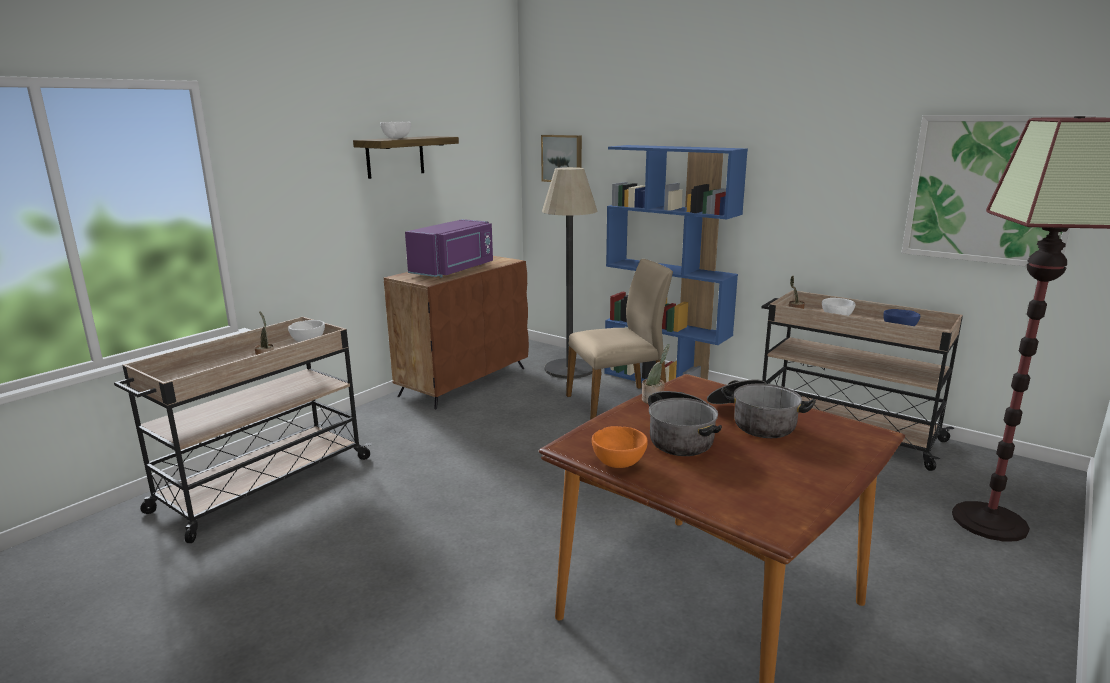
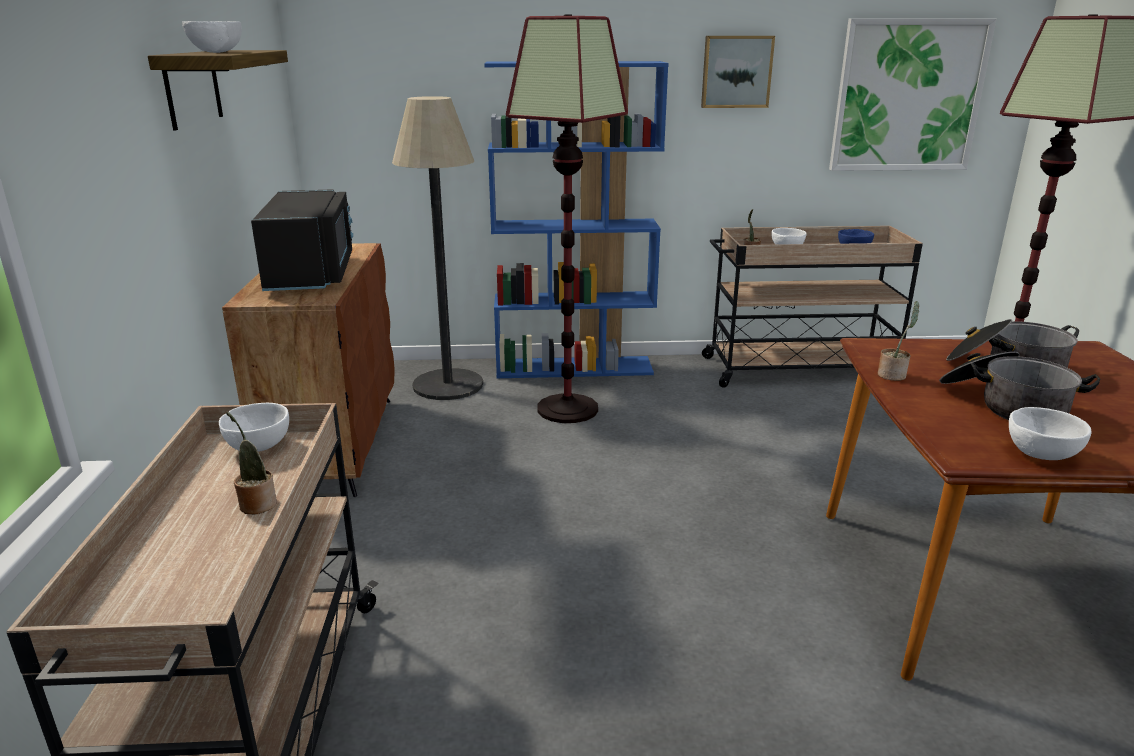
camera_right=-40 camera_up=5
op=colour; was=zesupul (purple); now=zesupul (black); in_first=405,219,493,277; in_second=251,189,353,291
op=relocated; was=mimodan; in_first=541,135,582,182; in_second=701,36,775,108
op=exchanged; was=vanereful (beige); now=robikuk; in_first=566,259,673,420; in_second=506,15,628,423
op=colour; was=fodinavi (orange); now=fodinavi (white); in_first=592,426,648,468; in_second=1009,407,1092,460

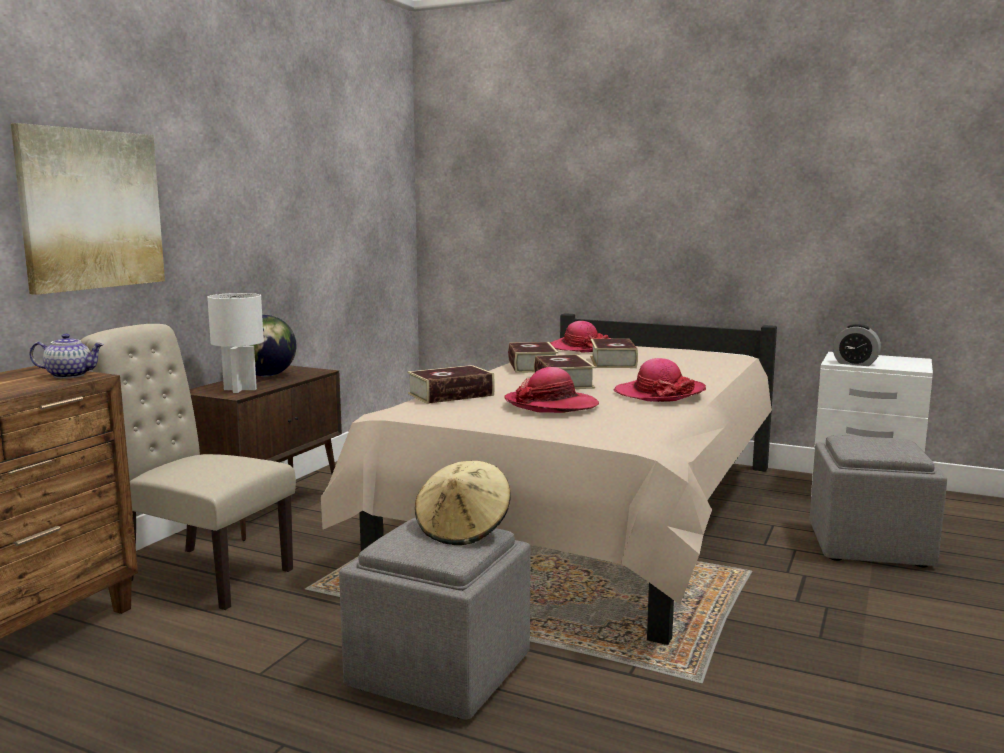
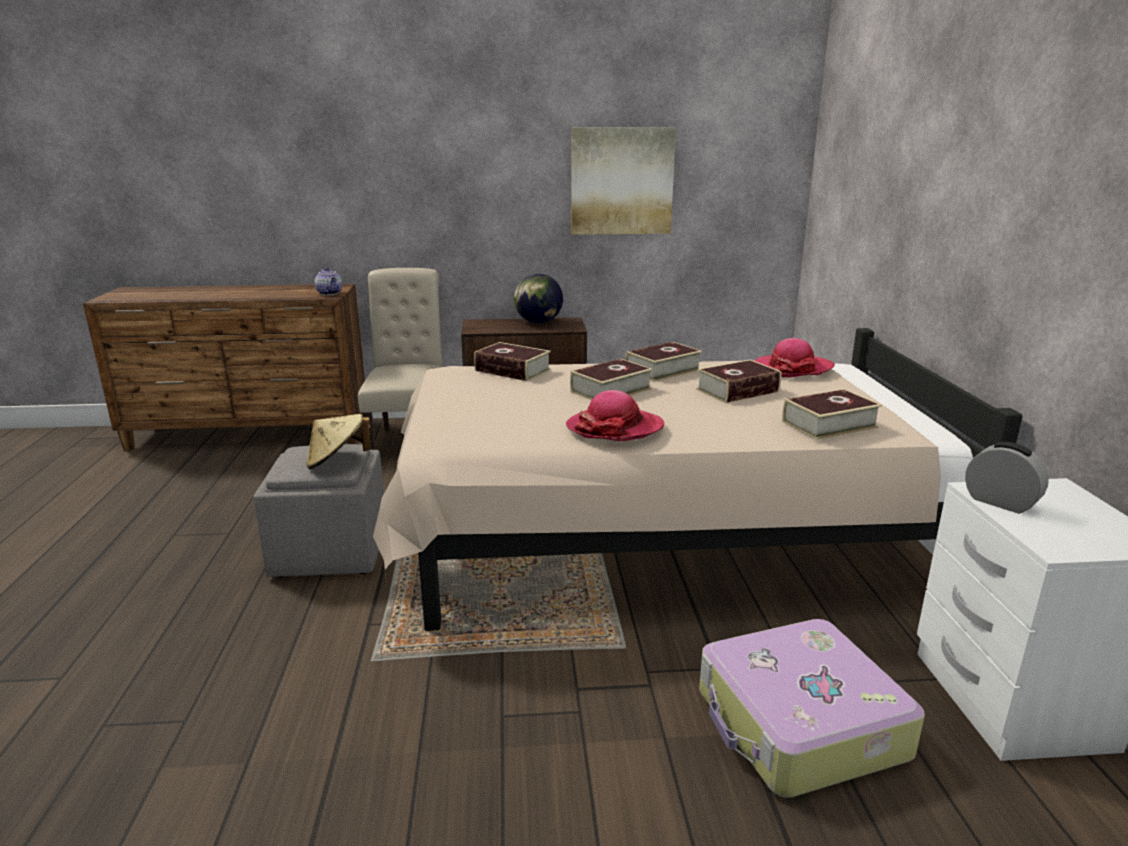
camera_right=60 camera_up=10
op=relocated; was=mimodan; in_first=11,123,165,295; in_second=571,127,676,235
op=missing; was=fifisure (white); in_first=207,293,264,393
op=missing; was=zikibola; in_first=504,367,599,413
op=exchanged; was=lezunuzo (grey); now=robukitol; in_first=810,436,947,567; in_second=699,619,925,798
op=spun; was=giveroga; in_first=833,324,881,366; in_second=965,442,1049,514; clockwise=135
op=appeared; now=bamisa; in_second=782,389,882,440

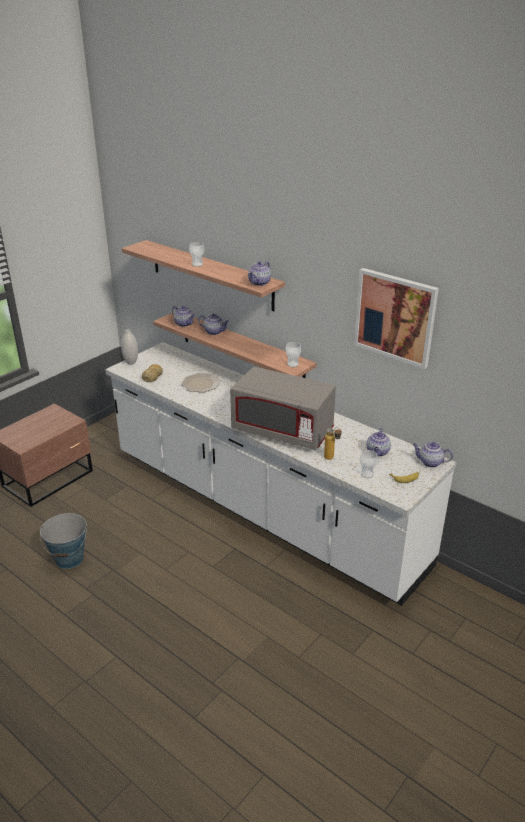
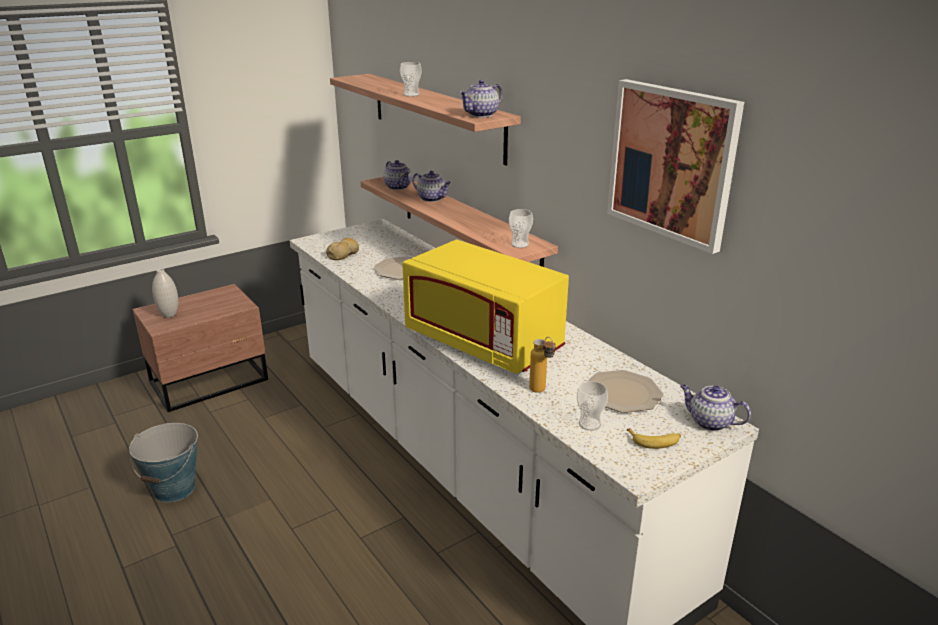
camera_right=15 camera_up=-5
op=relocated; was=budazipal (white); in_first=121,329,138,365; in_second=152,268,178,318
op=colour; was=zesupul (grey); now=zesupul (yellow); in_first=230,367,336,450; in_second=402,240,569,374
op=exchanged; was=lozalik; now=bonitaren; in_first=366,428,391,456; in_second=588,370,663,413

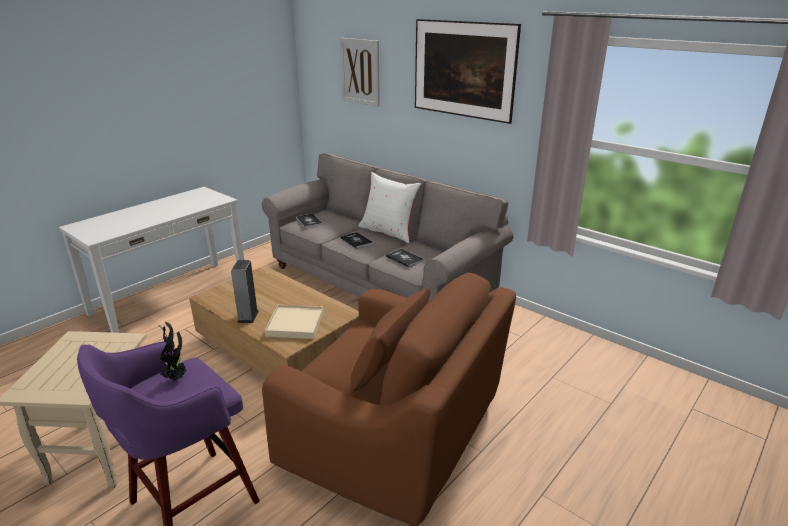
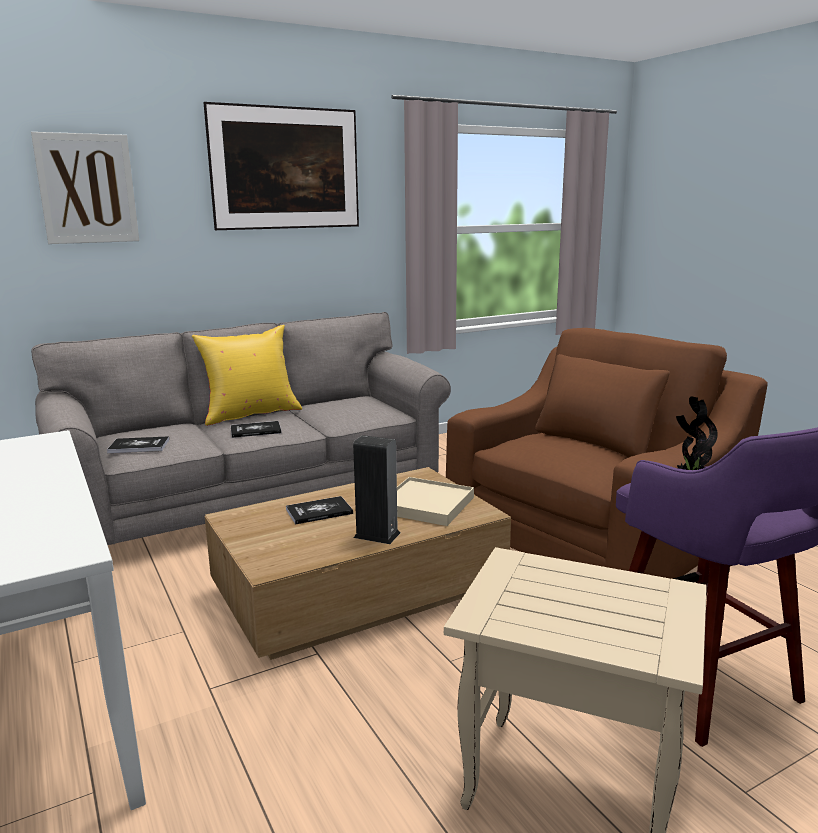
camera_right=-70 camera_up=-10
op=colour; was=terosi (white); now=terosi (yellow); in_first=359,172,421,243; in_second=192,325,302,426
op=relocated; was=bamisa; in_first=386,249,424,268; in_second=286,496,353,525

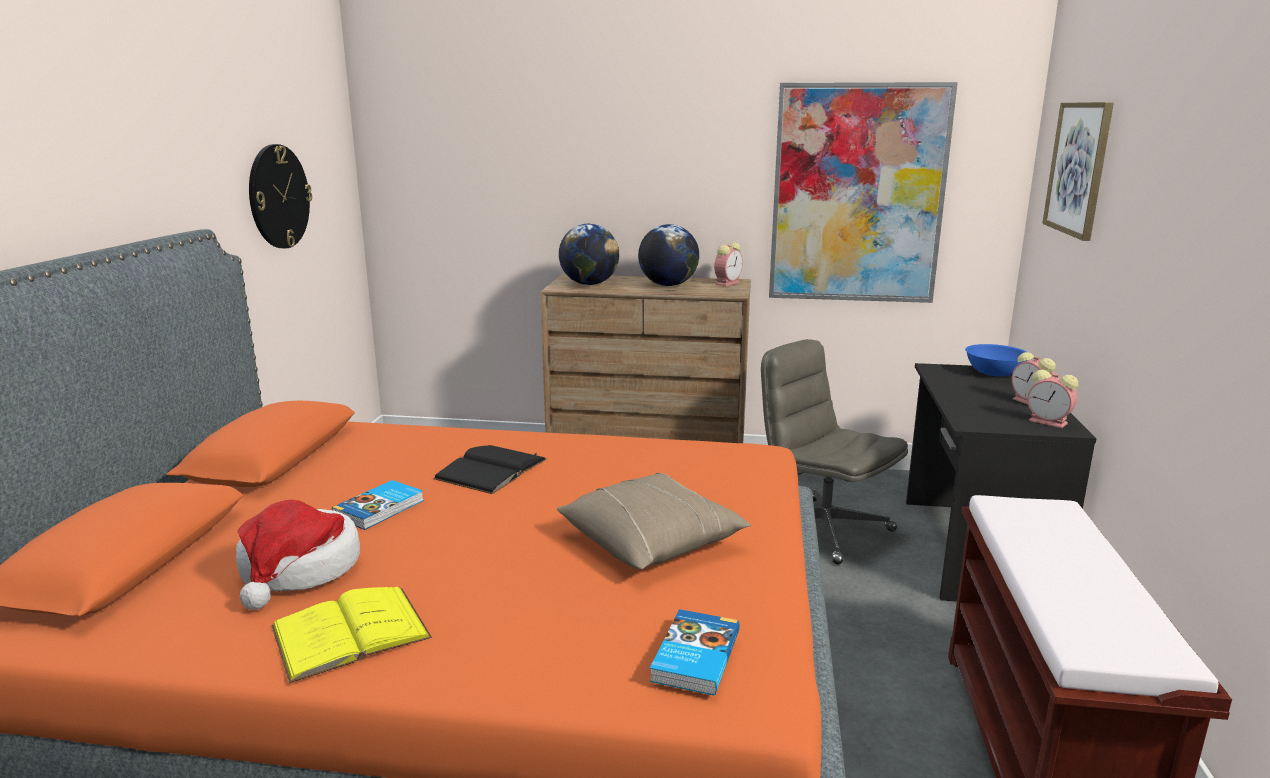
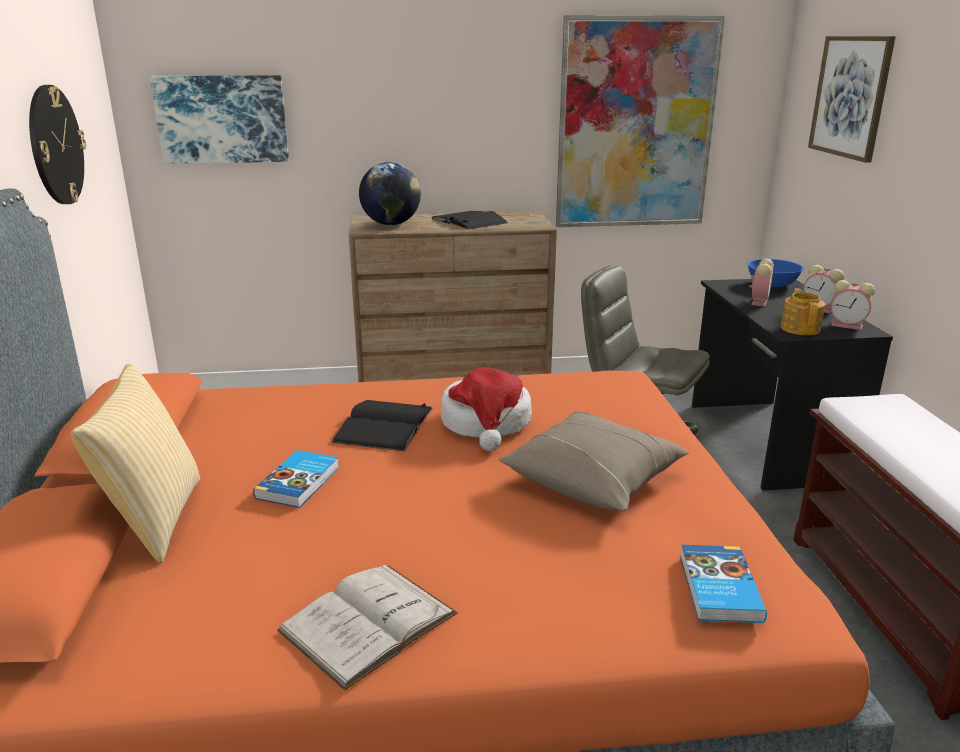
camera_right=-15 camera_up=5
op=relocated; was=zikibola; in_first=236,500,360,610; in_second=441,367,532,451
op=colour; was=bamisa (yellow); now=bamisa (white); in_first=271,587,432,683; in_second=277,565,458,690
op=exchanged; was=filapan; now=bamisa (black); in_first=638,224,699,286; in_second=431,211,508,230
op=relocated; was=giveroga; in_first=714,243,743,286; in_second=750,259,774,307
op=appeared; now=terosi; in_second=71,364,200,563
op=appeared; now=mimodan; in_second=150,75,289,164
op=appeared; now=lozalik; in_second=780,288,825,335

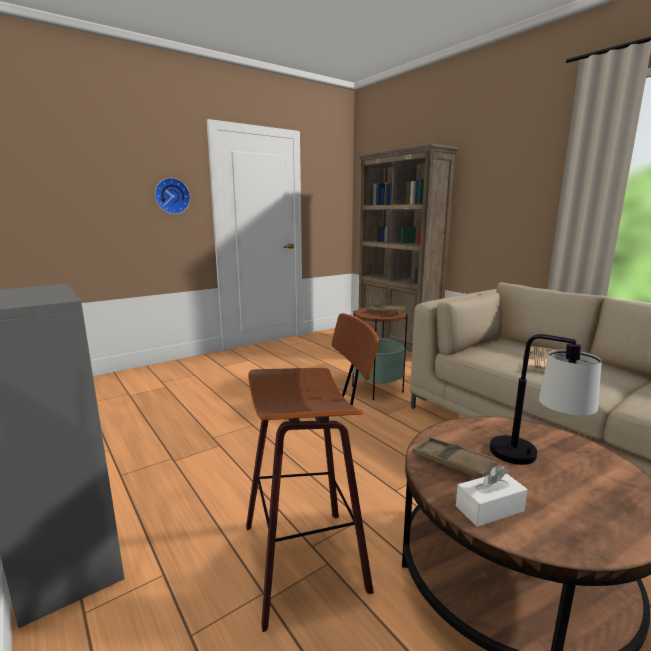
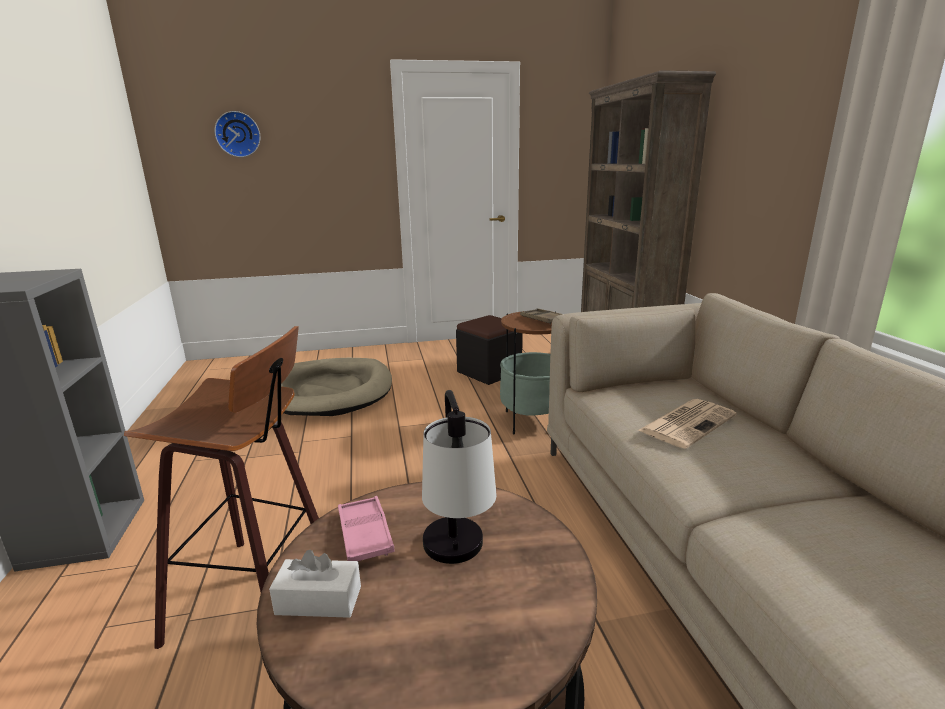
camera_right=25 camera_up=5
op=relocated; was=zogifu; in_first=155,178,190,214; in_second=214,111,260,157
op=colour; was=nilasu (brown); now=nilasu (pink); in_first=413,437,498,479; in_second=338,496,395,561
op=appeared; now=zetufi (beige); in_second=281,358,392,416
op=appeared; now=lezunuzo (black); in_second=456,315,523,385

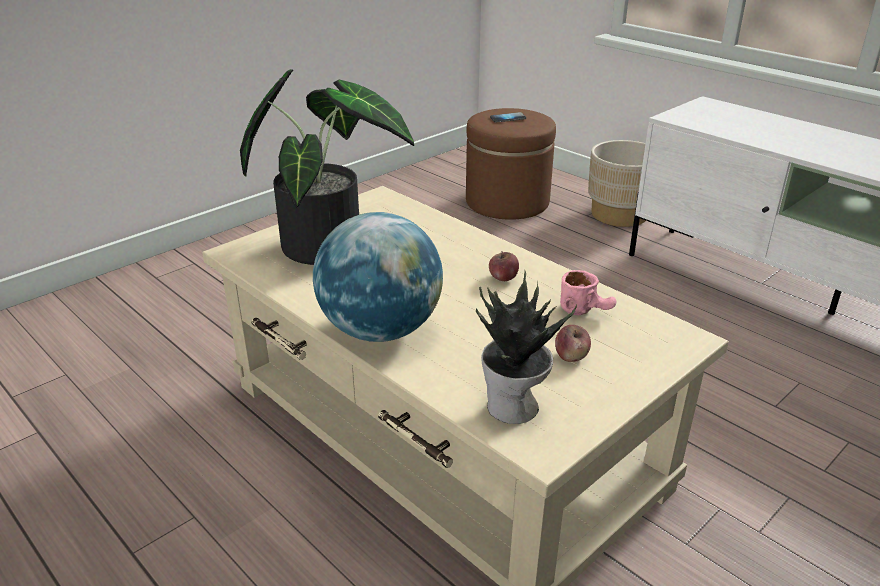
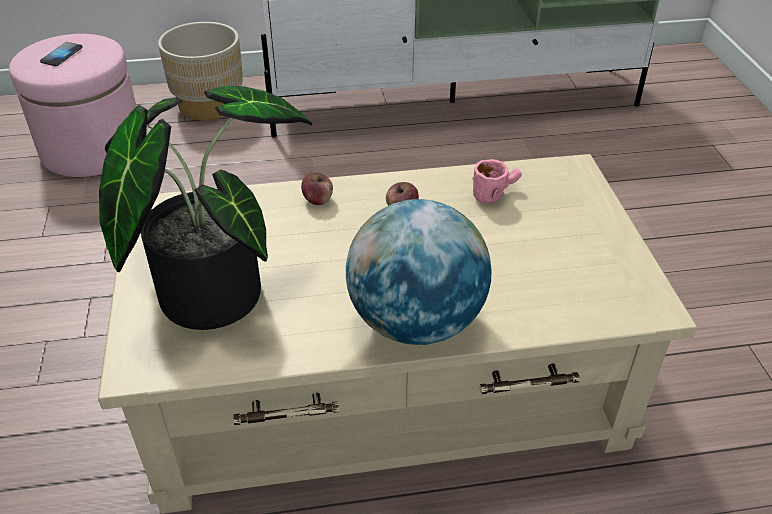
camera_right=-55 camera_up=10
op=colour; was=lezunuzo (brown); now=lezunuzo (pink); in_first=466,108,556,220; in_second=9,34,136,177
op=missing; was=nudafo; in_first=476,270,577,424
op=relocated; was=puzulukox; in_first=555,325,591,362; in_second=301,173,333,205

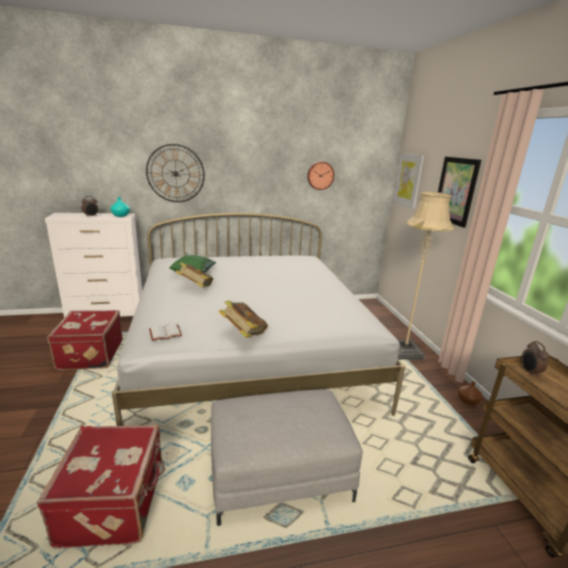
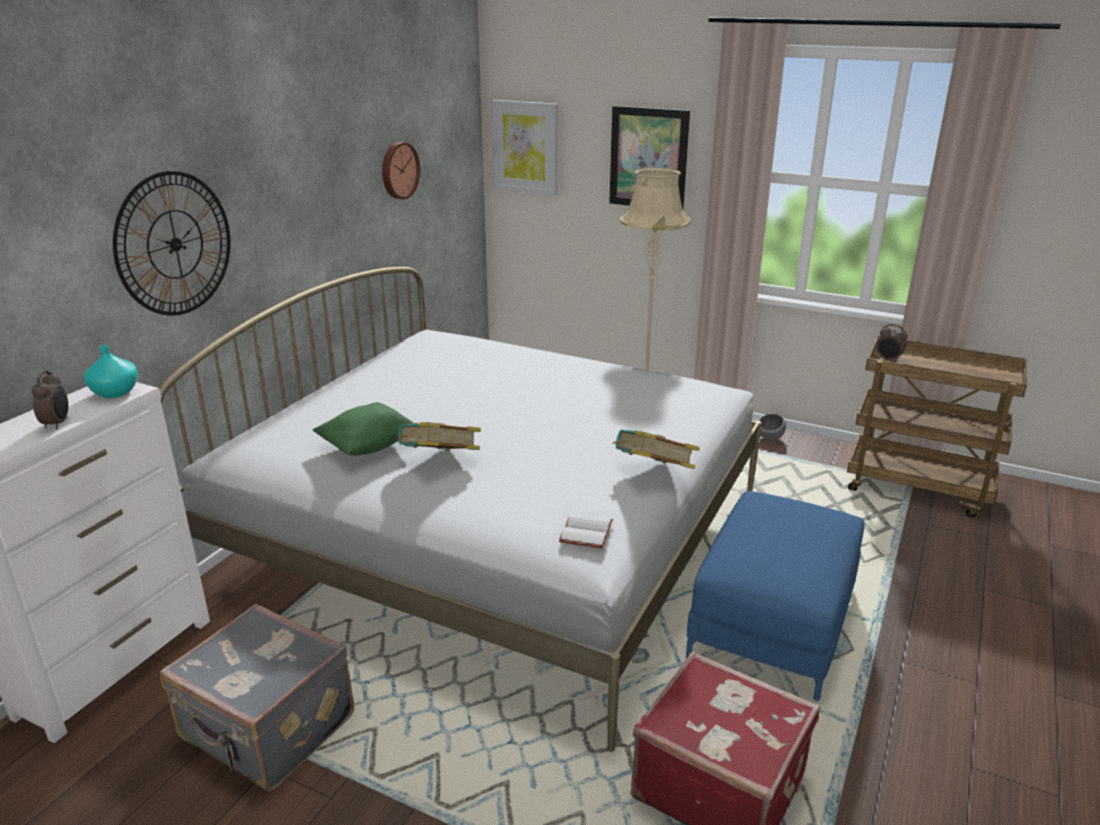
camera_right=-50 camera_up=5
op=colour; was=robukitol (red); now=robukitol (grey); in_first=47,310,123,370; in_second=160,604,354,791
op=colour; was=lezunuzo (grey); now=lezunuzo (blue); in_first=211,389,363,526; in_second=686,491,864,701
op=exchanged; was=budazipal (brown); now=fodinavi (grey); in_first=458,381,483,405; in_second=759,414,786,440

